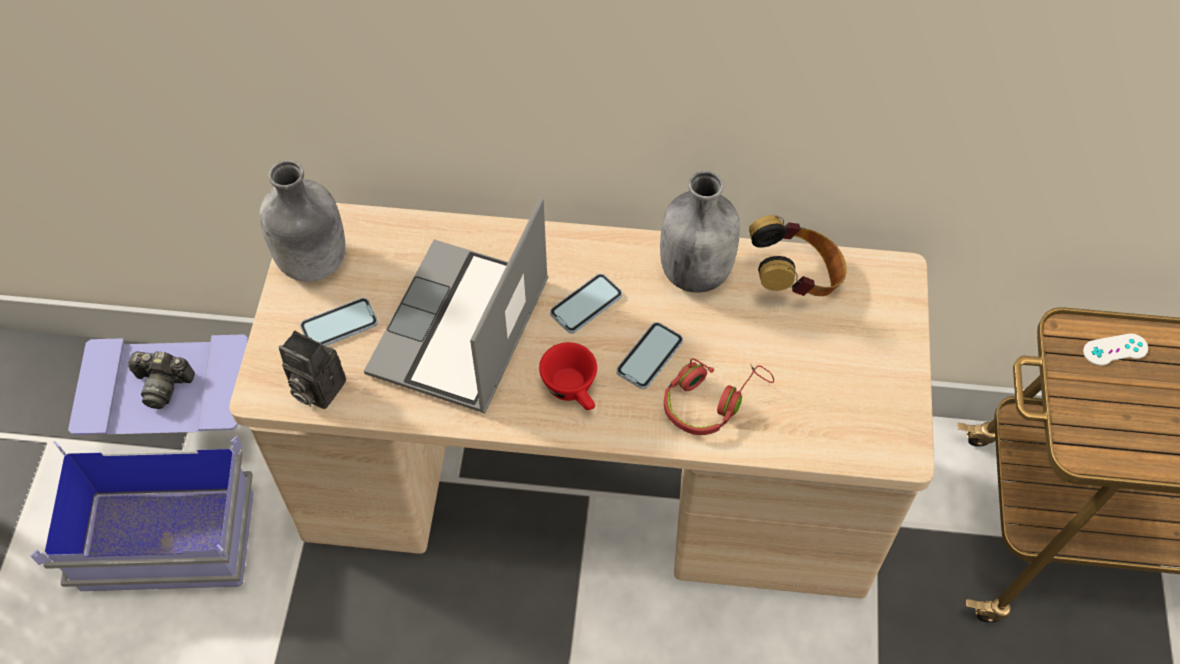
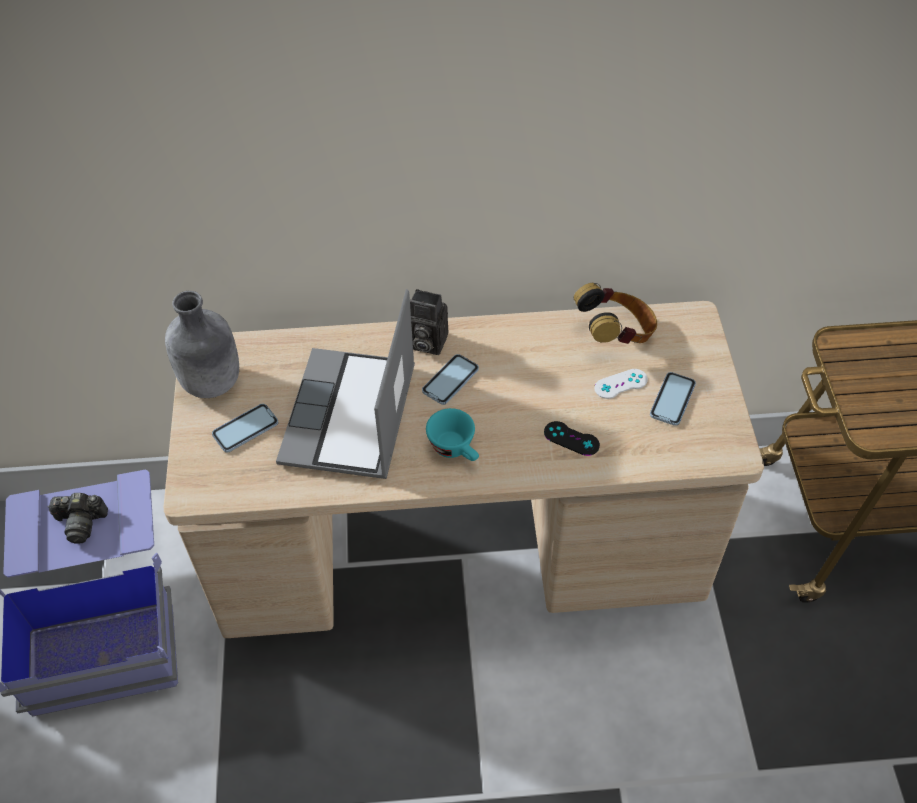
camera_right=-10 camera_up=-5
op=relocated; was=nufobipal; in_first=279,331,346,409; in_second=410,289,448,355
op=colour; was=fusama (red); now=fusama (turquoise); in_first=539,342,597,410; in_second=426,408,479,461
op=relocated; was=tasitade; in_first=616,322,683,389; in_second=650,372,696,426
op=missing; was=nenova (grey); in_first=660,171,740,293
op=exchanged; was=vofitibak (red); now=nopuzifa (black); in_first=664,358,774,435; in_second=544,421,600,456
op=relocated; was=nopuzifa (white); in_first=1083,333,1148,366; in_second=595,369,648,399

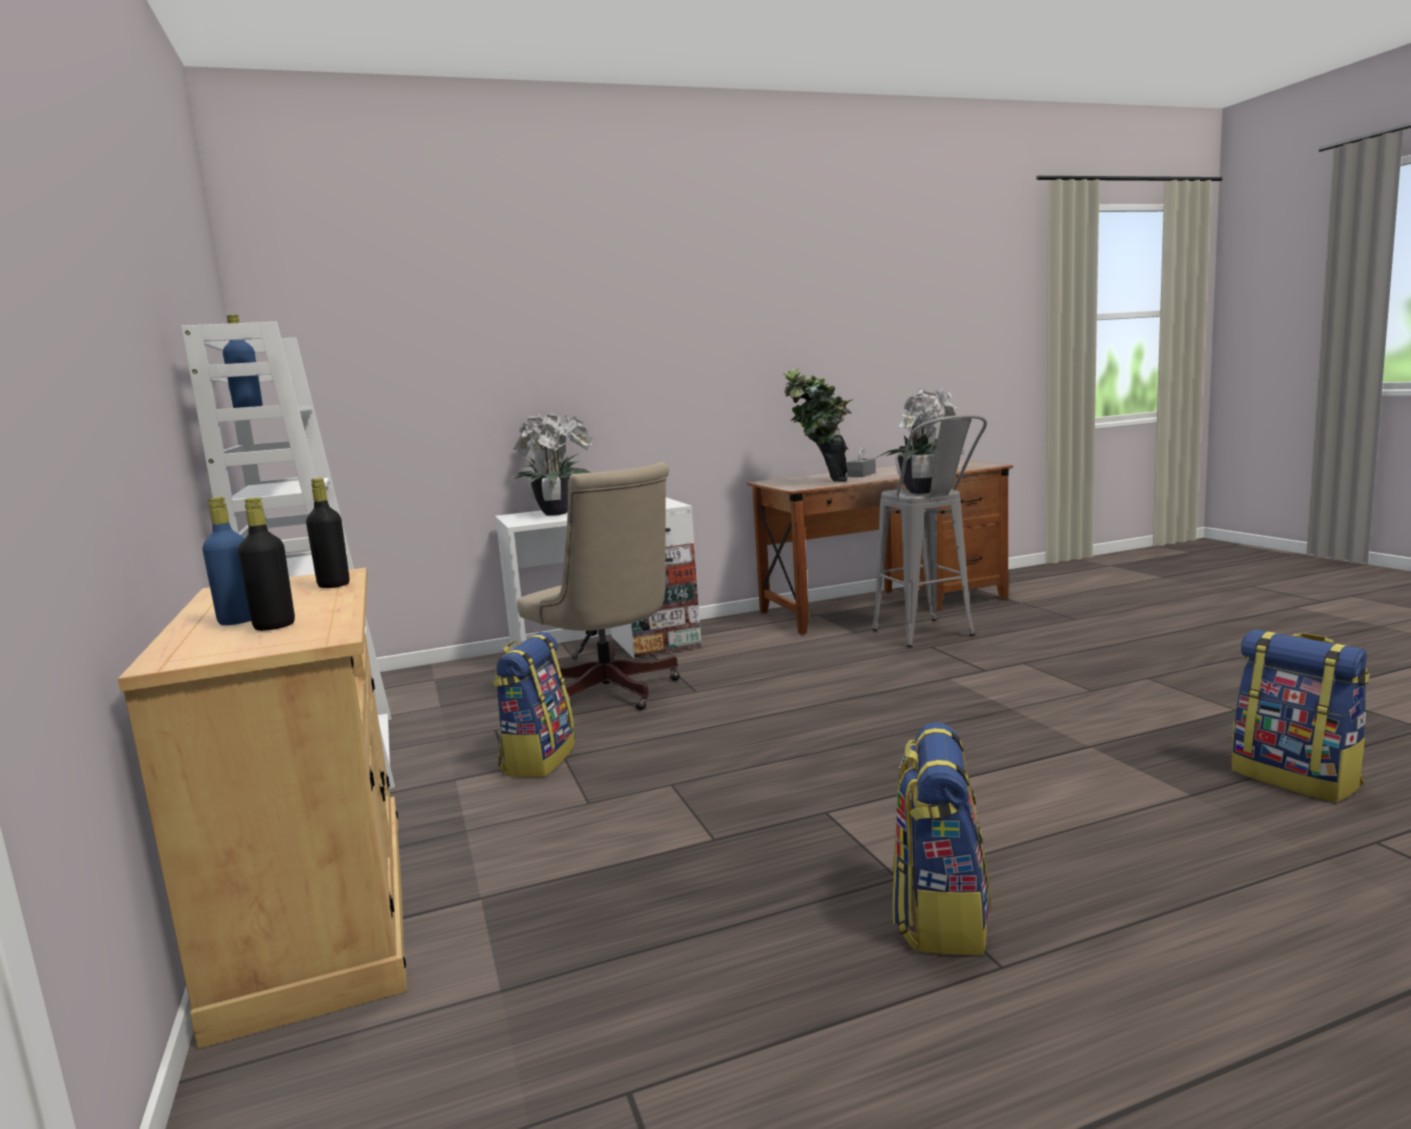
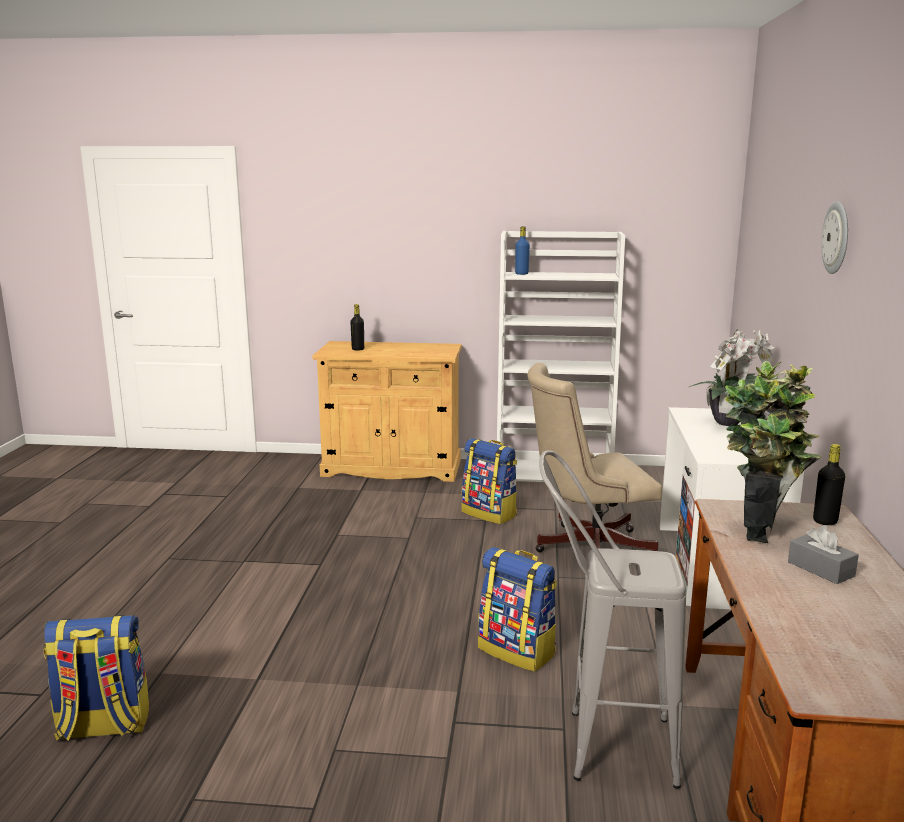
camera_right=115 camera_up=5
op=missing; was=nenova (blue); in_first=202,497,251,625
op=relocated; was=nenova (black); in_first=306,478,350,588; in_second=813,444,845,525
op=missing; was=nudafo; in_first=876,387,965,494
op=relocated; was=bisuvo; in_first=892,722,991,955; in_second=478,547,557,672
op=appeared; now=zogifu; in_second=821,201,848,274

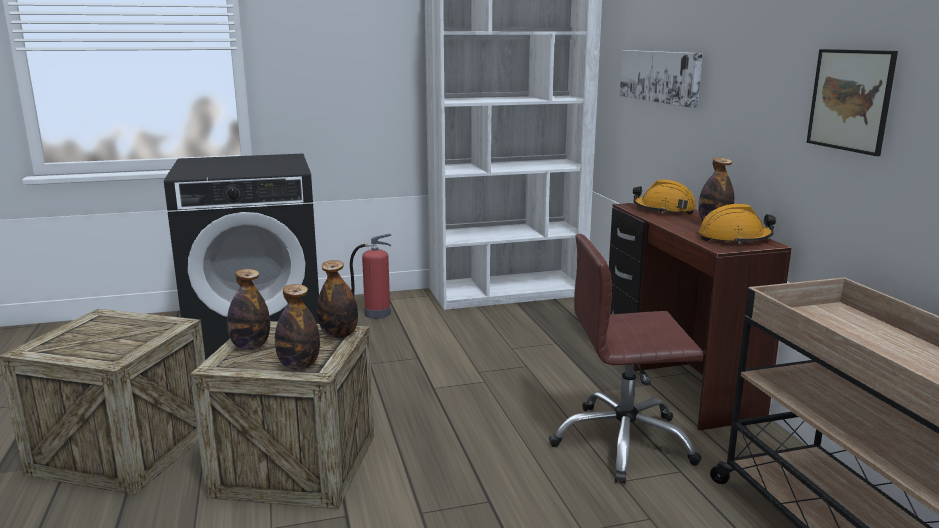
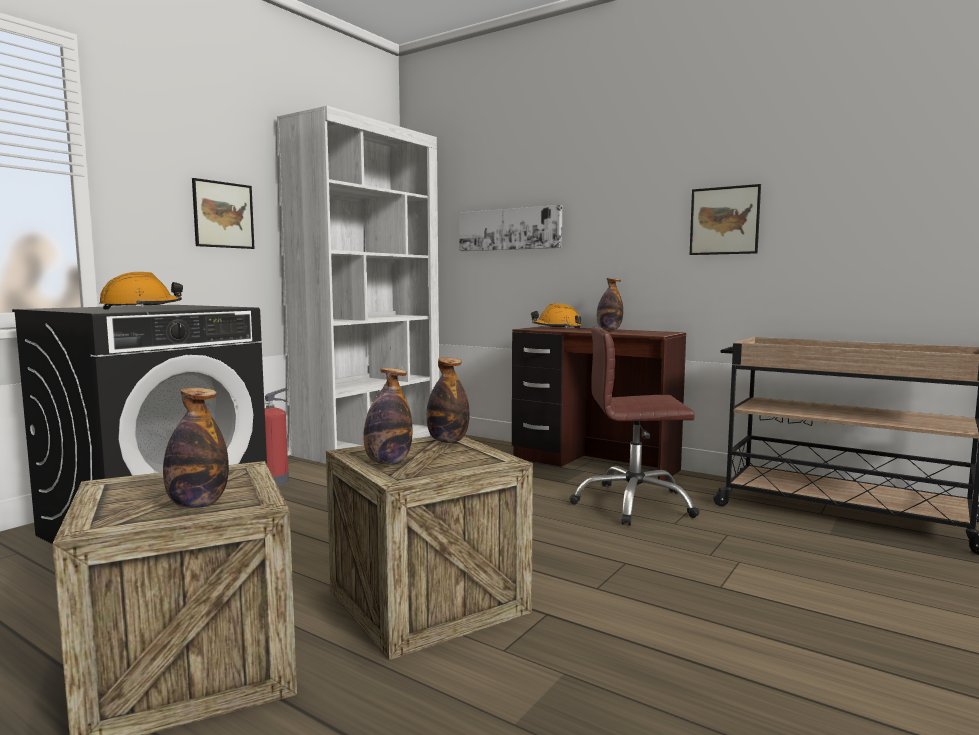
camera_right=-40 camera_up=-10
op=relocated; was=nenova; in_first=275,284,320,370; in_second=163,388,229,508
op=spun; was=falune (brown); in_first=549,234,704,484; in_second=569,327,700,526; clockwise=45
op=relocated; was=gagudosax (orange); in_first=699,204,776,244; in_second=100,272,183,310
op=appeared; now=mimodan; in_second=192,178,255,249

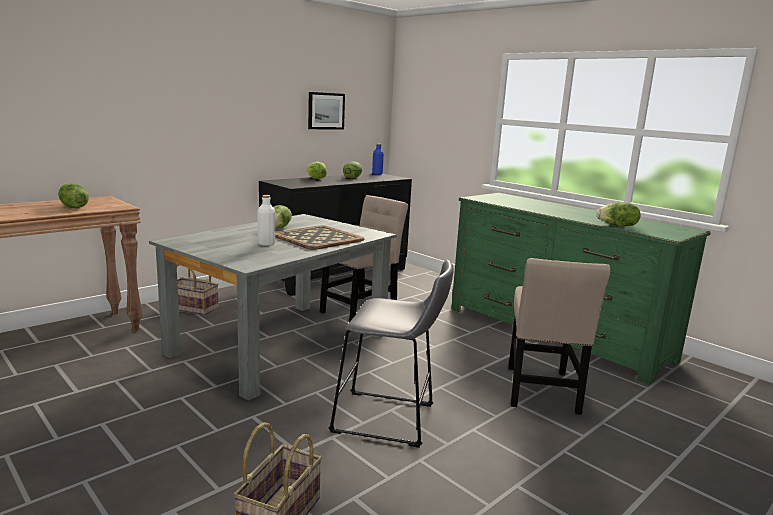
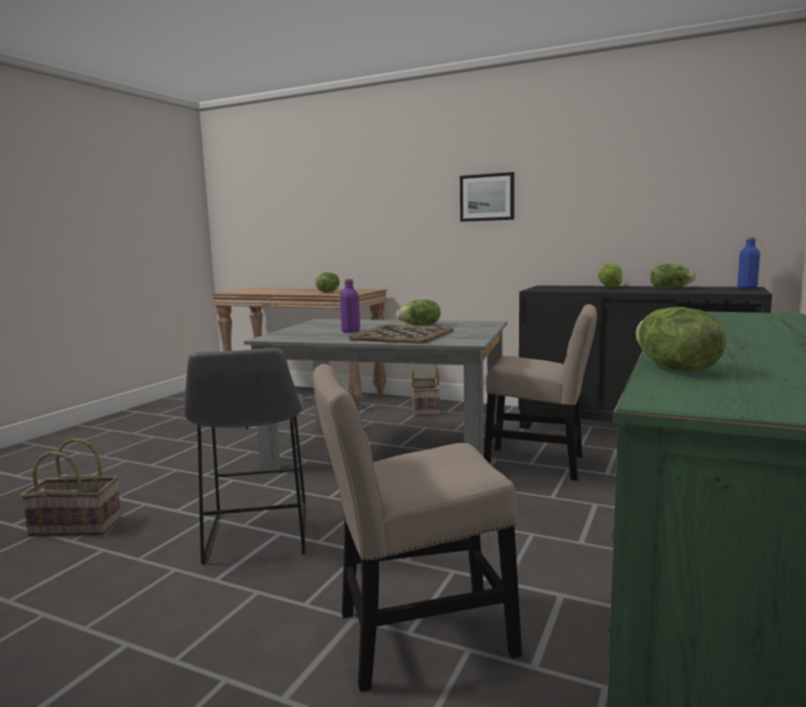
camera_right=70 camera_up=-5
op=colour; was=nenova (white); now=nenova (purple); in_first=257,195,275,246; in_second=340,279,360,333
op=relocated; was=mimodan; in_first=308,92,345,129; in_second=460,172,514,222

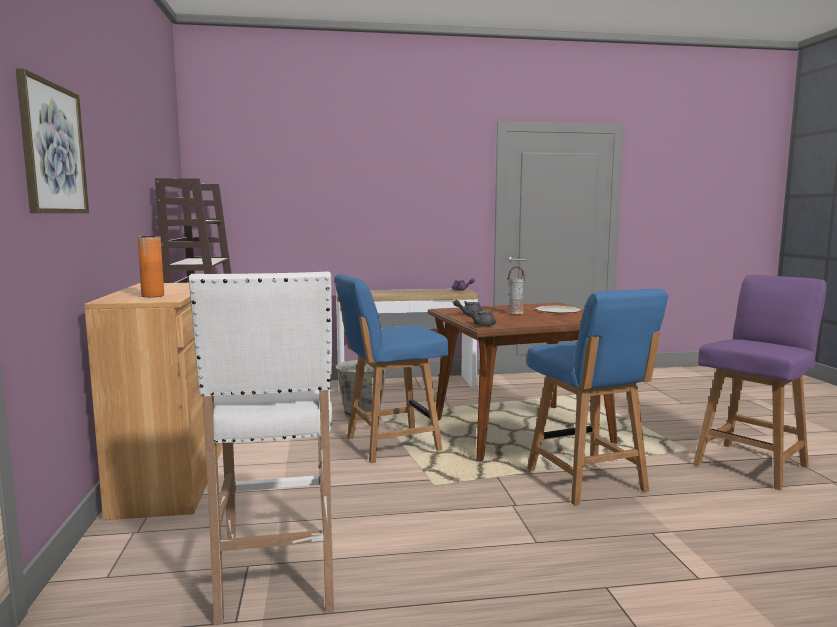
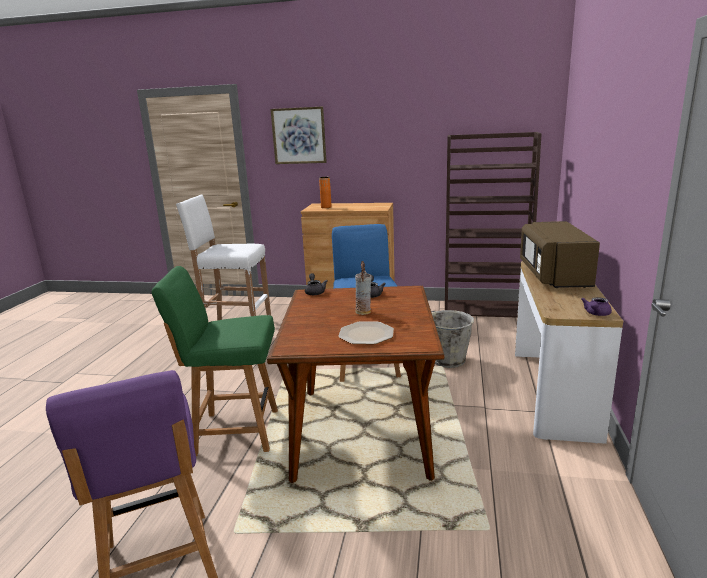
camera_right=110 camera_up=10
op=colour; was=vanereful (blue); now=vanereful (green); in_first=527,289,668,506; in_second=151,266,278,456
op=appeared; now=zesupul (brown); in_second=520,221,600,288

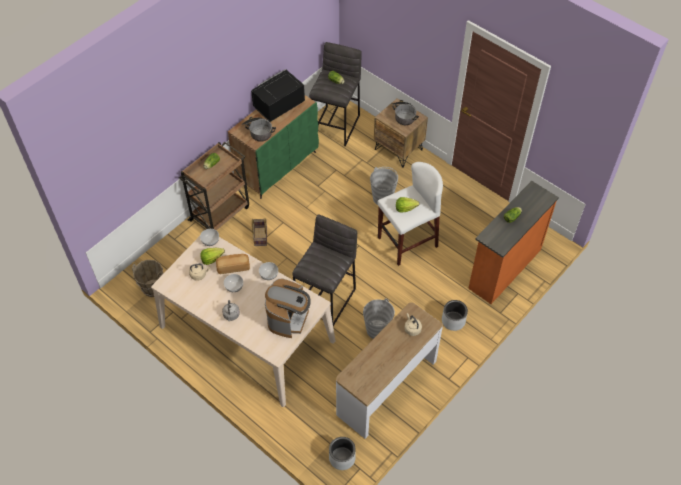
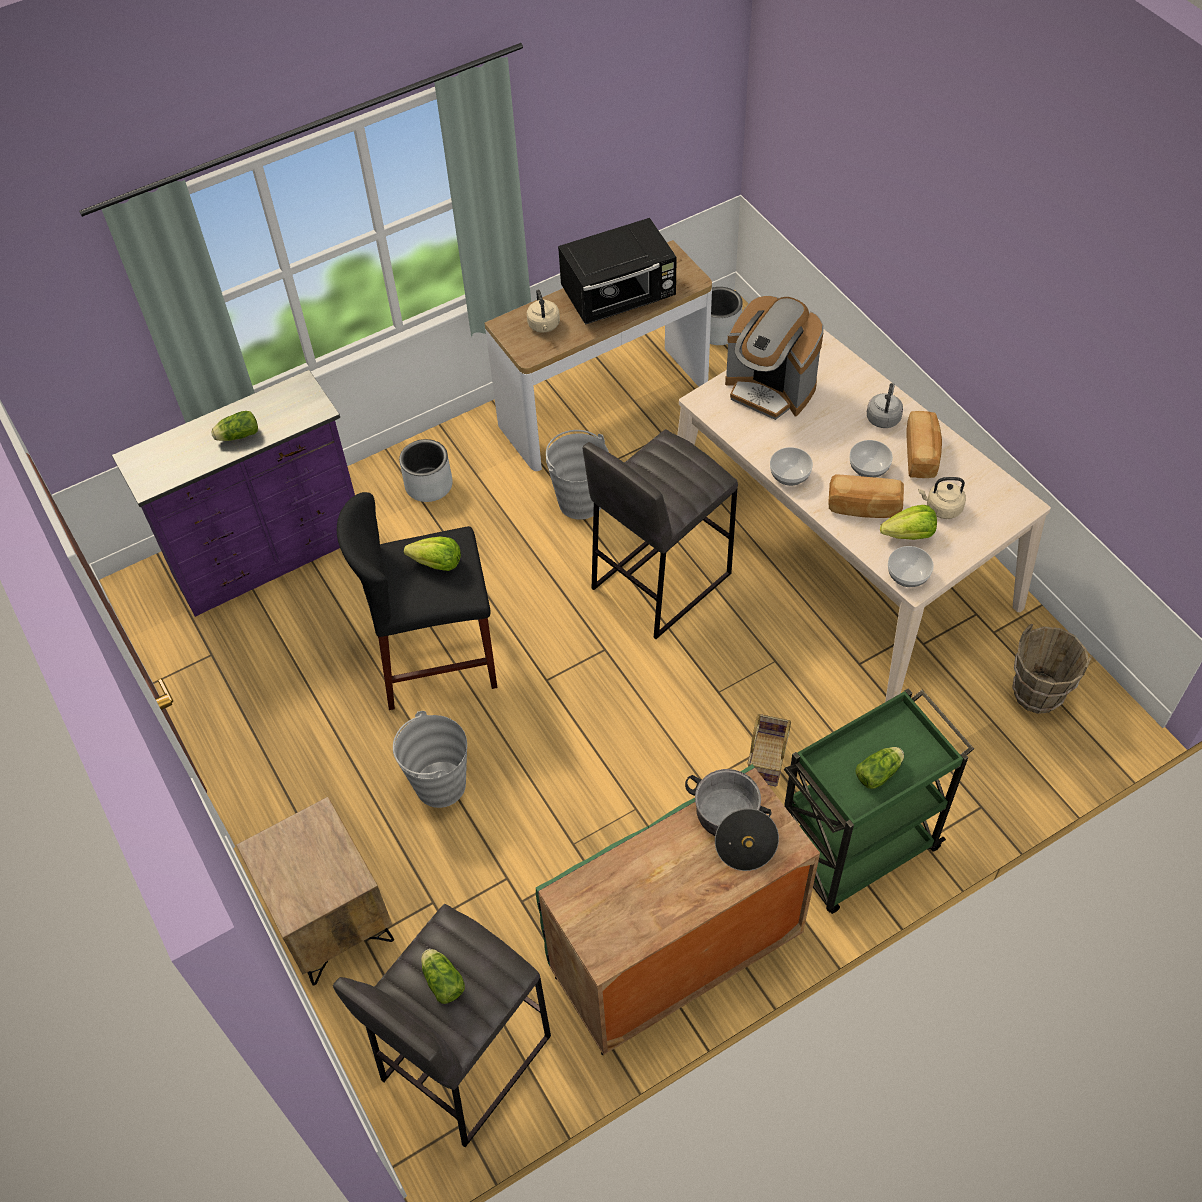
camera_right=-160 camera_up=0
op=colour; was=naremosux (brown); now=naremosux (green); in_first=179,142,249,231; in_second=784,688,974,914
op=relocated; was=zesupul (black); in_first=251,69,305,122; in_second=558,218,677,325
op=spun; was=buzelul; in_first=265,279,311,338; in_second=725,296,824,420; clockwise=-90
op=colour; was=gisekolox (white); now=gisekolox (black); in_first=377,162,443,266; in_second=337,492,498,710
op=missing; was=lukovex; in_first=393,100,419,125
op=colour; was=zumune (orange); now=zumune (purple); in_first=468,181,559,304; in_second=112,370,355,617
op=appeared; now=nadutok; in_second=906,411,942,478

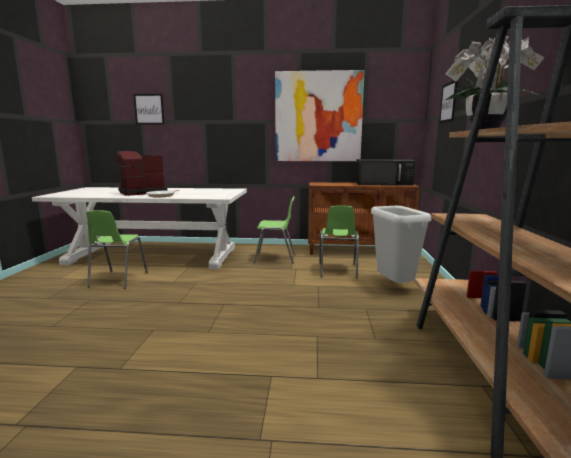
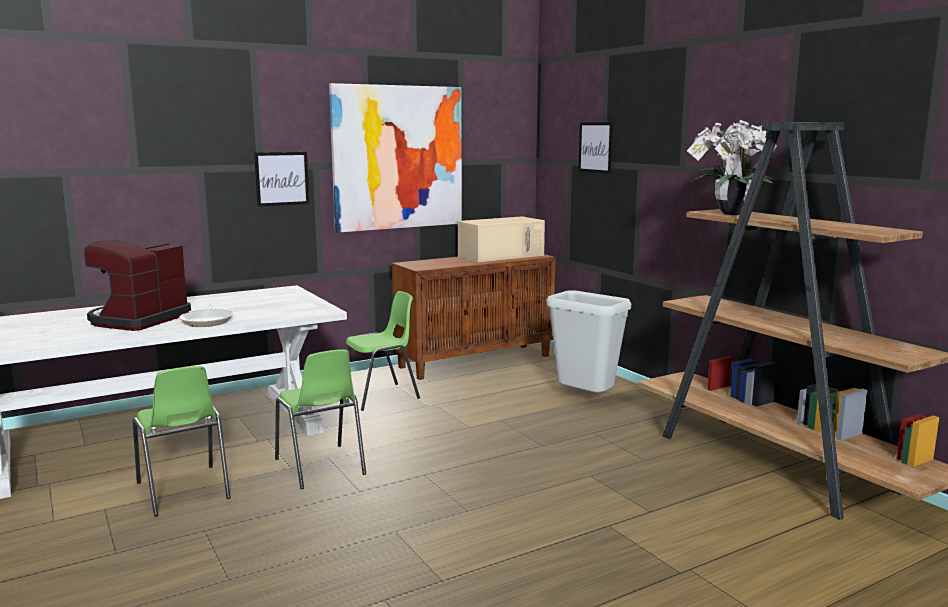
camera_right=-35 camera_up=0
op=relocated; was=mimodan; in_first=133,94,165,125; in_second=254,152,309,207
op=relocated; was=vanereful (green); in_first=319,205,359,278; in_second=275,349,366,489
op=colour; was=zesupul (black); now=zesupul (beige); in_first=356,159,415,186; in_second=458,216,545,262

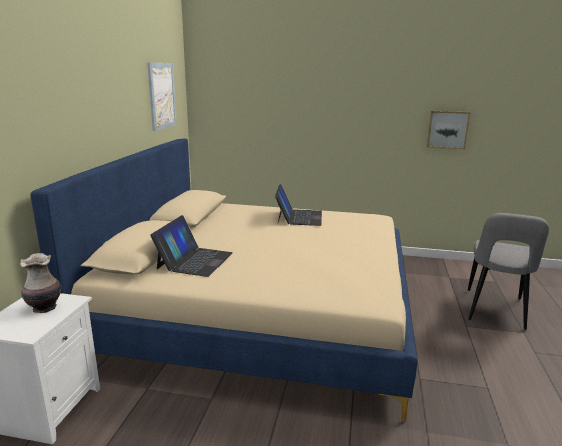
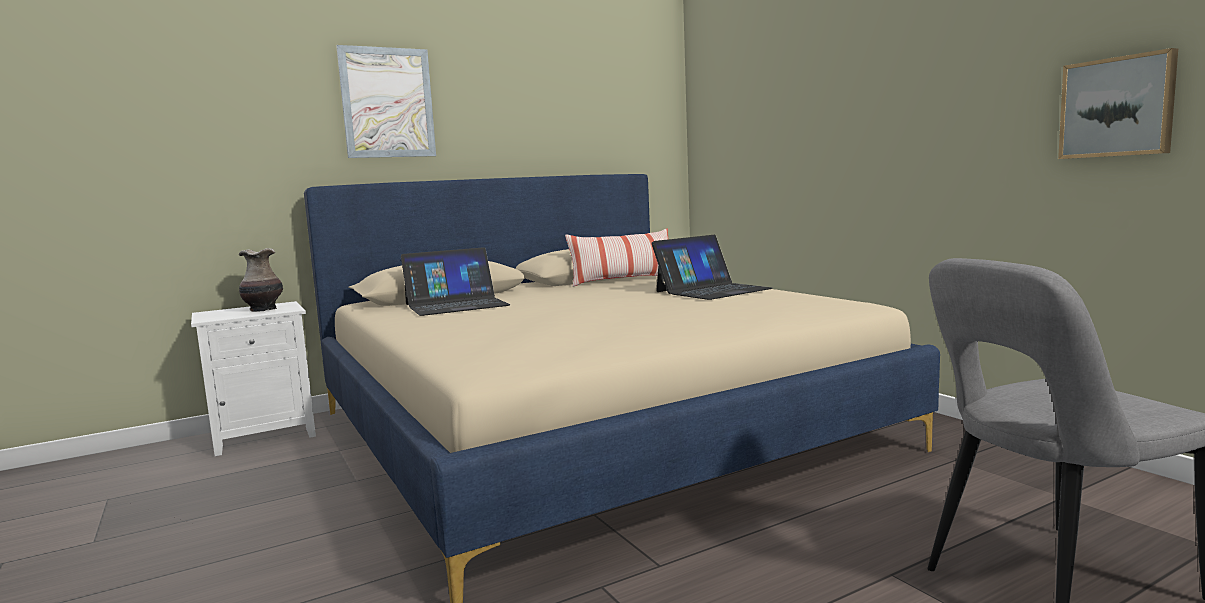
camera_right=50 camera_up=-10
op=relocated; was=mimodan; in_first=147,63,177,131; in_second=336,45,436,158
op=appeared; now=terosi; in_second=565,228,668,287

